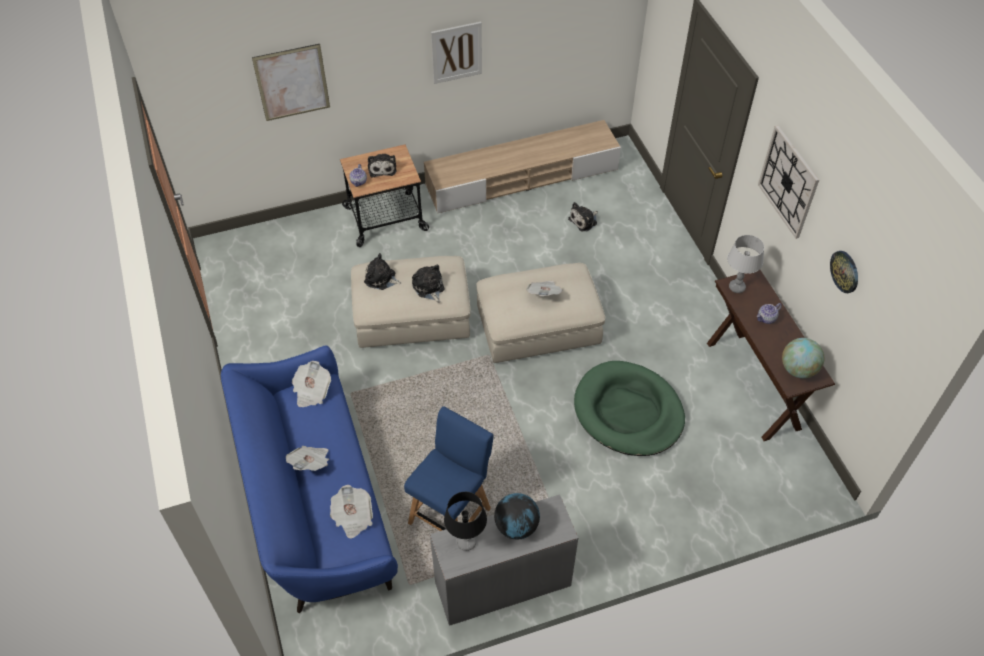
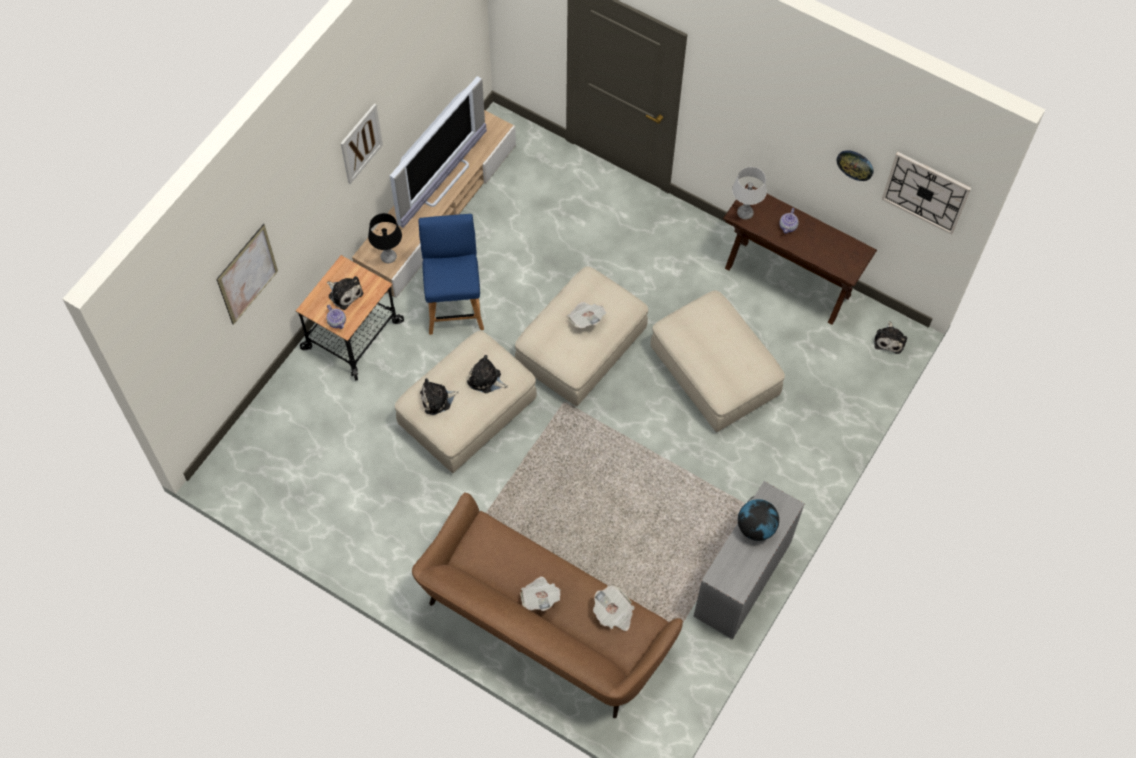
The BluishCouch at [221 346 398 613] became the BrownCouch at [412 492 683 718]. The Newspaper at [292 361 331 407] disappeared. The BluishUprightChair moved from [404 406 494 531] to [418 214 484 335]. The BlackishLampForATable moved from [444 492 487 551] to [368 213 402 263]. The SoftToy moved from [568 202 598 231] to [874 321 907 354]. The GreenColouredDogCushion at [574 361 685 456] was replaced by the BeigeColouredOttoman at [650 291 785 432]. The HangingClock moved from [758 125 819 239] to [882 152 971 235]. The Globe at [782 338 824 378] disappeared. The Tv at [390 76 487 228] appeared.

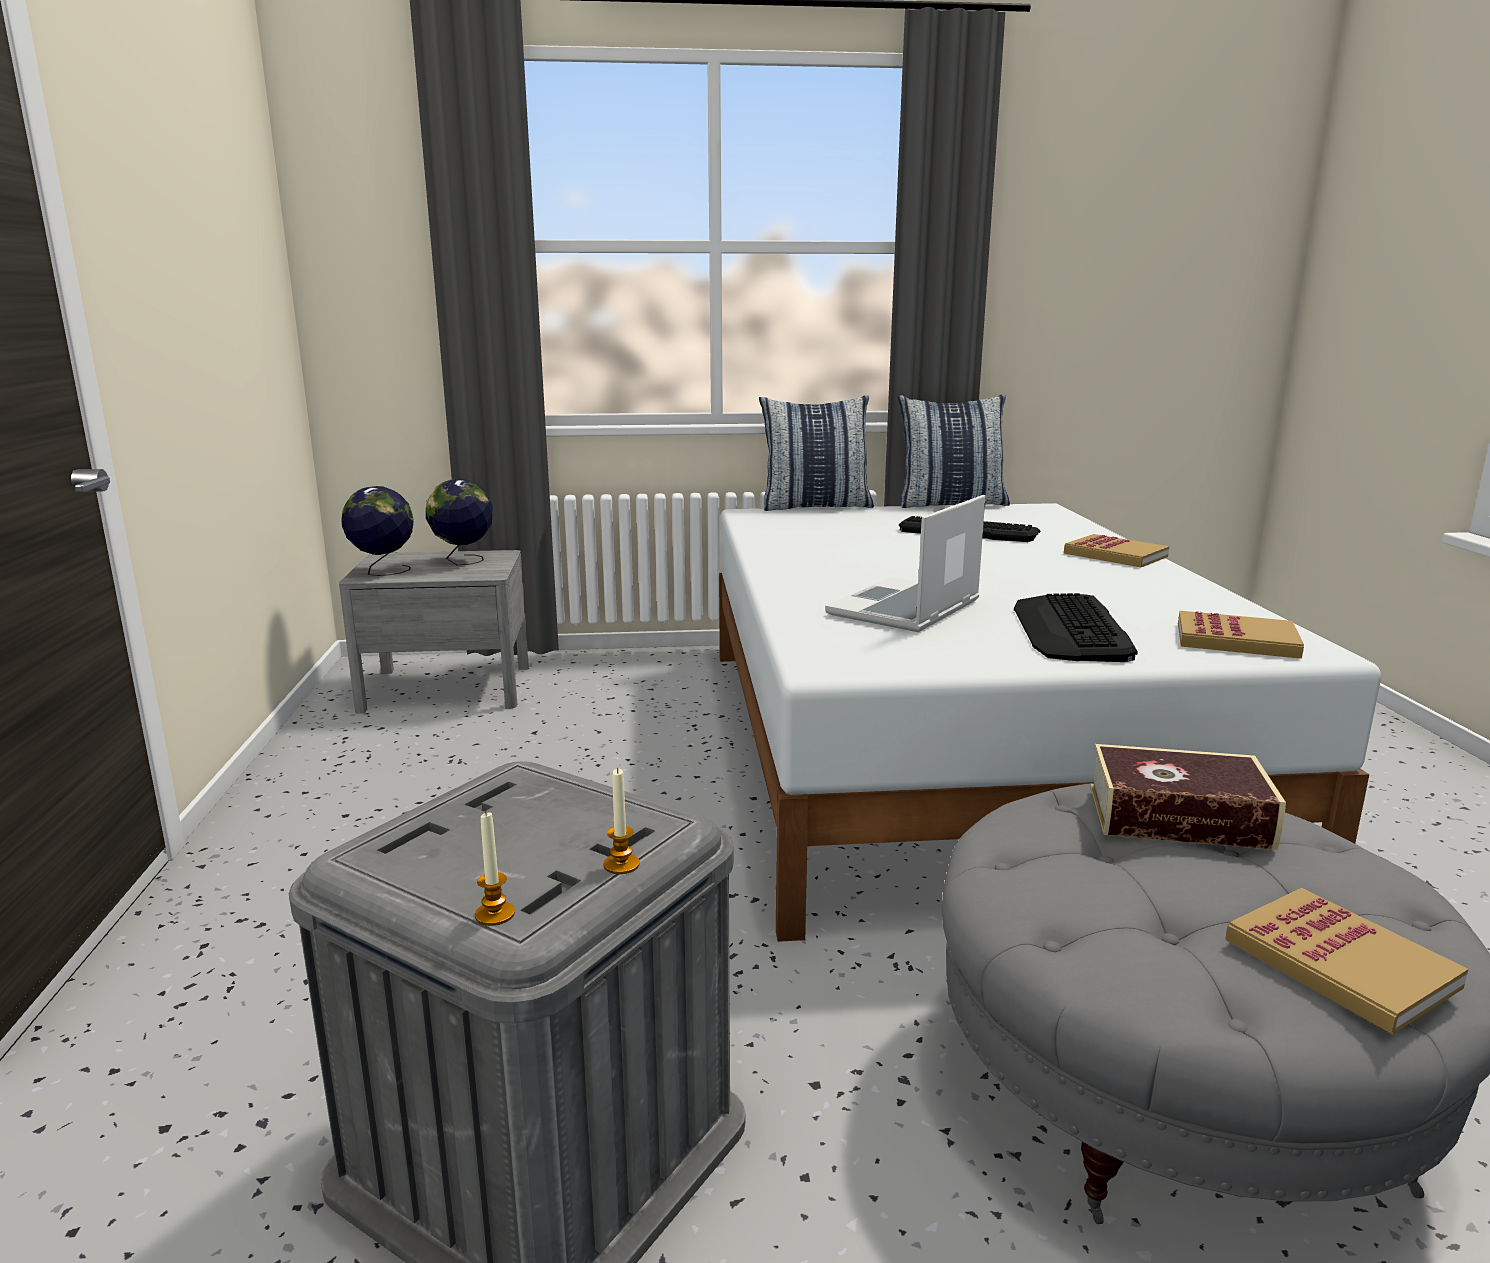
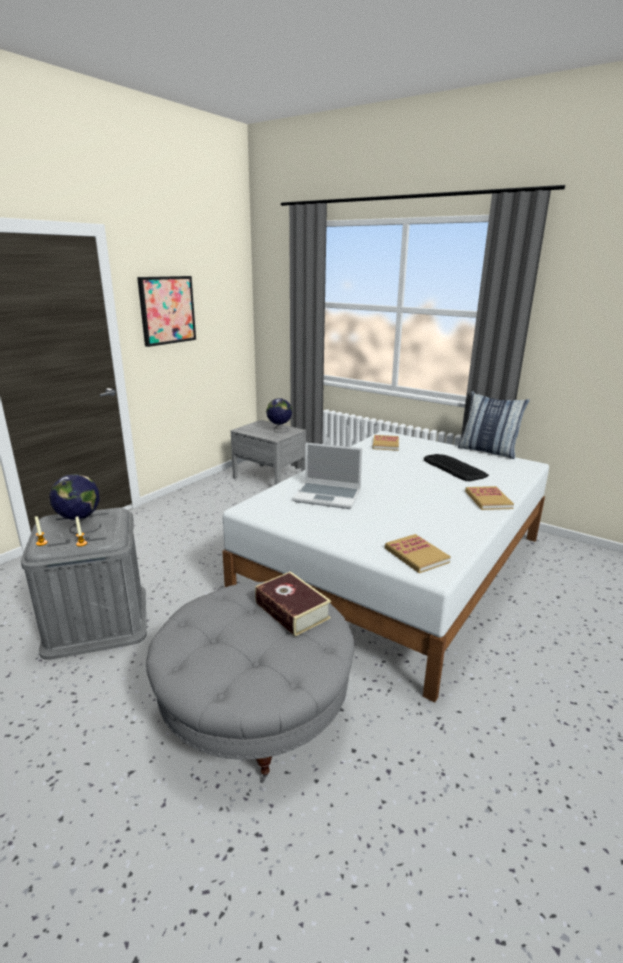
The Globe moved from [342 486 414 576] to [50 474 101 534]. The ThrowPillow at [759 395 874 511] disappeared. The NotebookComputer at [825 495 985 632] turned 150 degrees counterclockwise. The ComputerKeyboard at [1014 593 1138 662] disappeared. The Volume moved from [1225 888 1469 1034] to [373 435 399 451]. The WallPicture at [137 276 196 347] appeared.

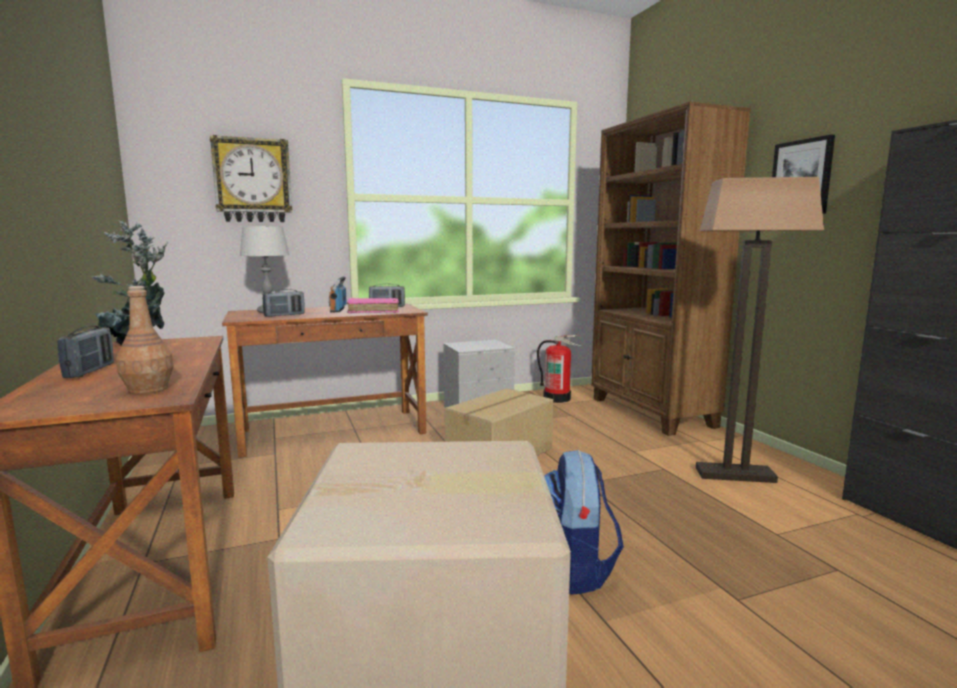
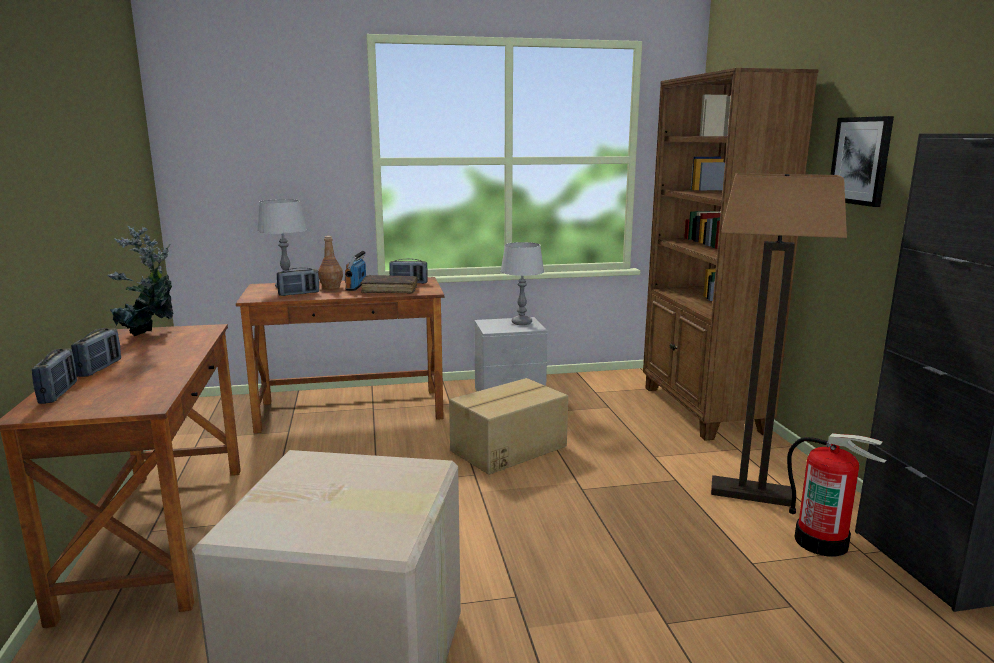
The BrownBeverageBottle moved from [116 286 174 394] to [318 236 343 289]. The HangingClock at [210 135 292 222] disappeared. The PinkishVolume at [347 298 399 313] became the BrownVolume at [361 275 417 294]. The FireFightingCylinder moved from [537 335 582 403] to [787 433 886 557]. The Knapsack at [544 450 624 595] disappeared. The Radio at [31 348 77 404] appeared. The GreyishLampForATable at [500 242 544 325] appeared.

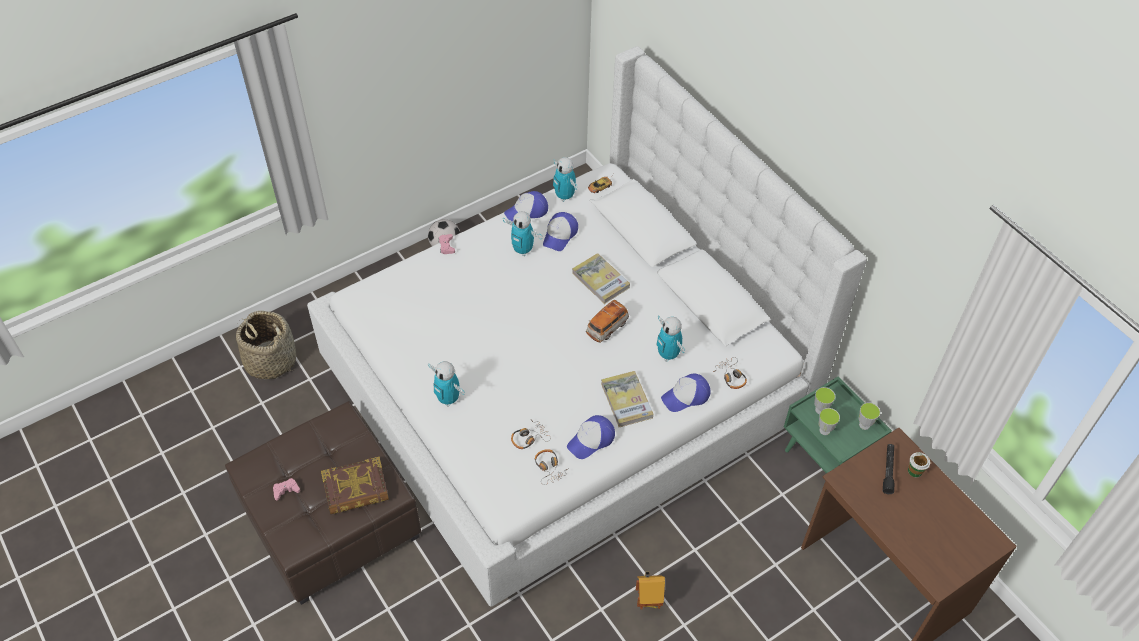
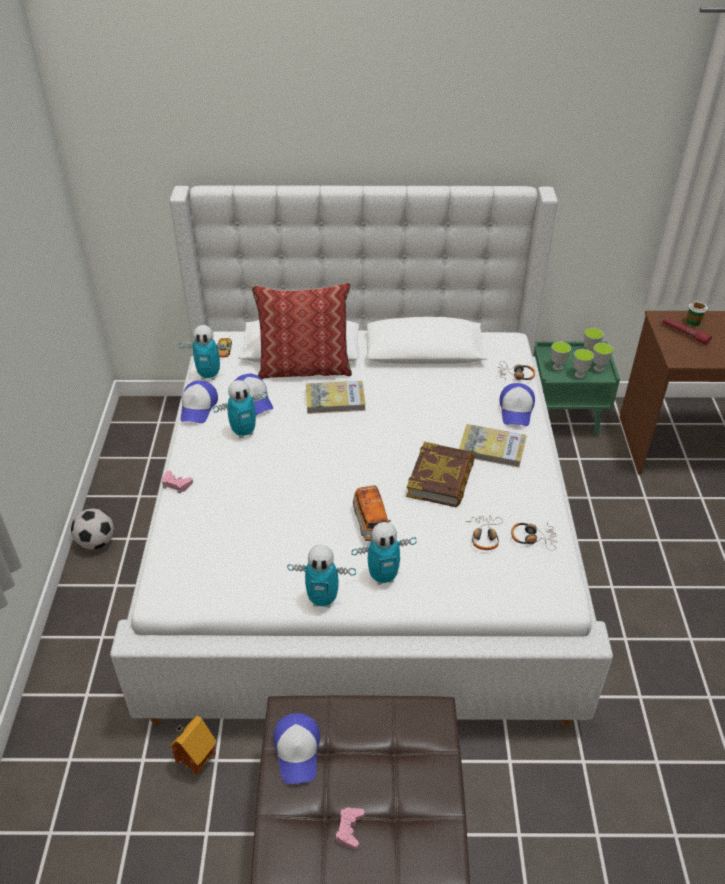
The StorageBasket at [236 311 296 380] disappeared. The Volume moved from [321 457 389 514] to [406 442 475 507]. The Cap moved from [567 415 615 459] to [274 713 320 784]. The ToyCar moved from [586 300 629 343] to [353 485 391 541]. The ToyHouse moved from [636 571 665 609] to [169 716 217 776]. The ToyRobot moved from [656 315 685 362] to [287 545 356 608]. The BlackishHandTorch at [883 444 895 494] became the RedHandTorch at [663 317 712 346]. The ThrowPillow at [251 282 352 379] appeared. The Cup at [593 343 613 372] appeared.

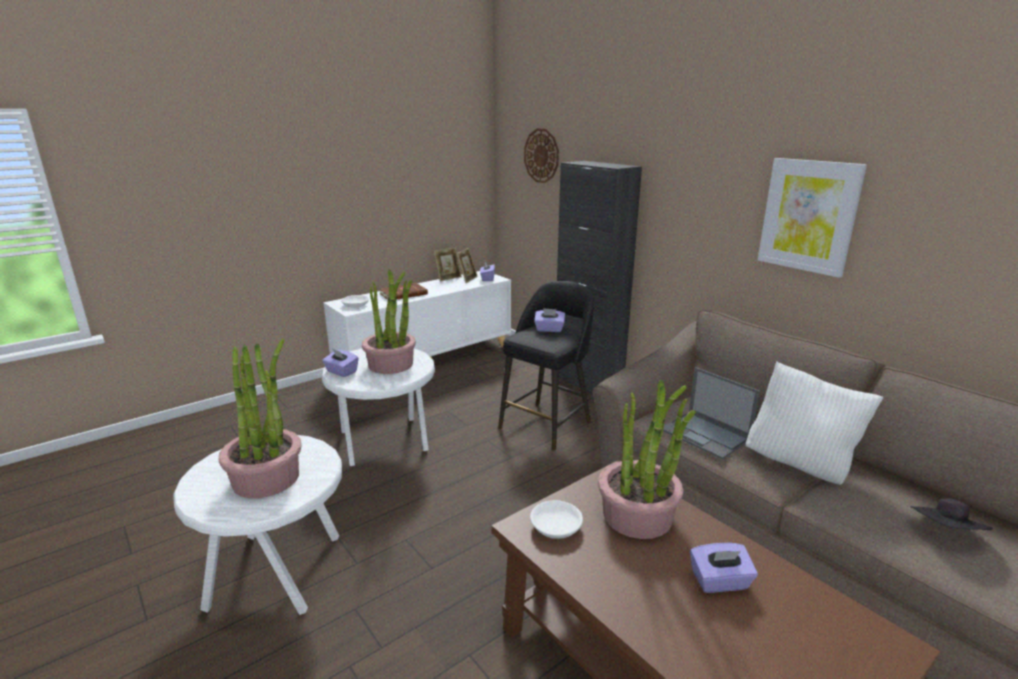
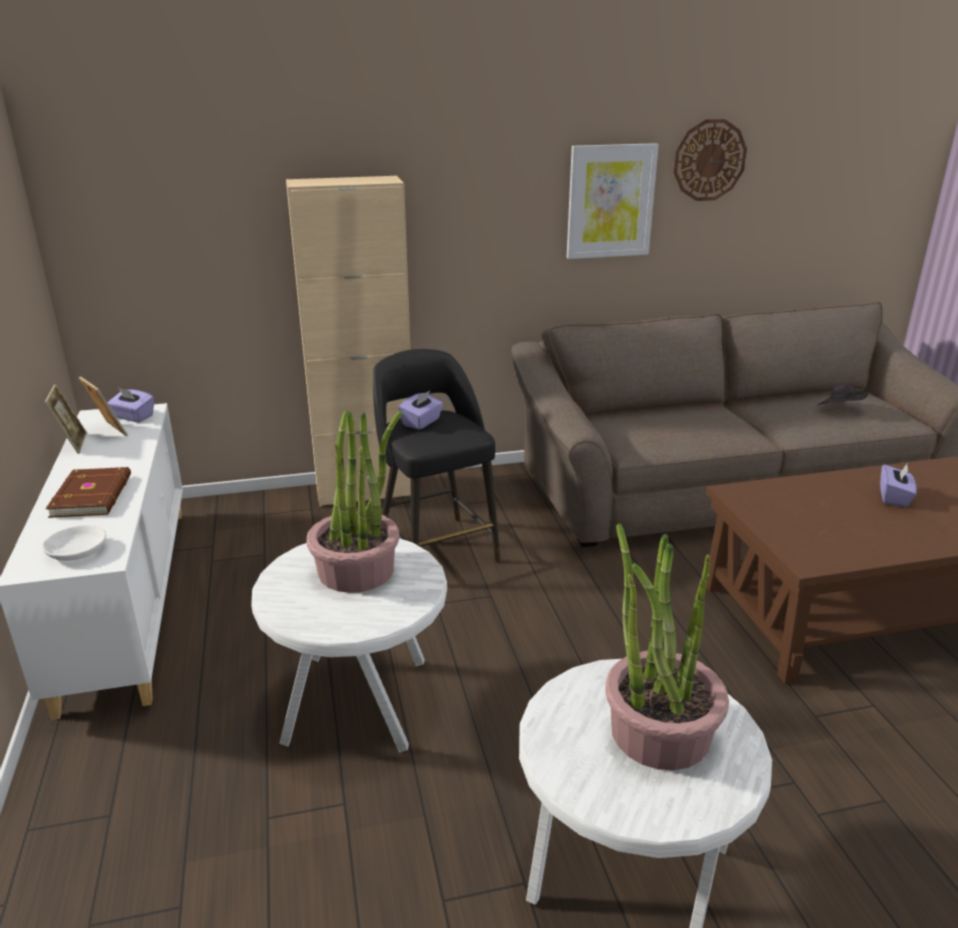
The PurpleTissueBox at [322 349 358 377] disappeared. The HangingClock moved from [524 128 559 183] to [673 119 747 201]. The WhitishDeepDish at [530 500 583 539] disappeared. The BlackishCabinet at [557 161 642 395] became the BeigeColouredCabinet at [286 176 411 507]. The PlantInAPot at [598 380 696 539] disappeared. The NotebookComputer at [663 367 760 459] disappeared. The WhitishThrowPillow at [746 361 883 485] disappeared.

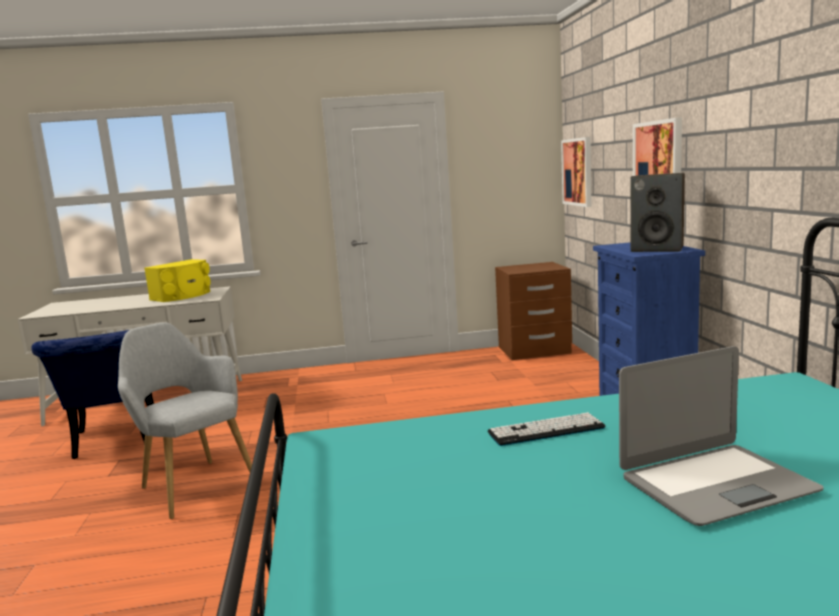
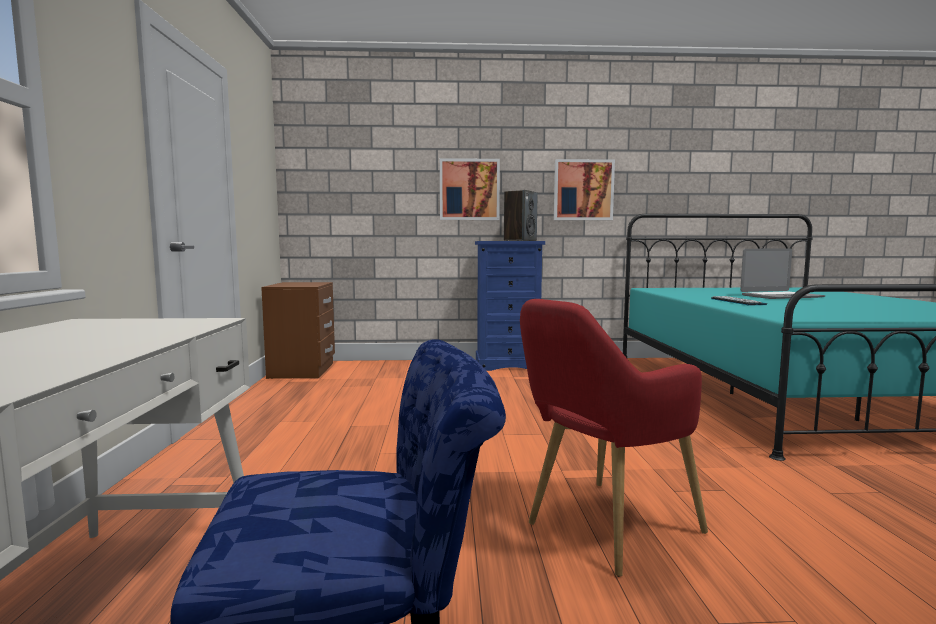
The GreyishEasyChair at [118 322 252 519] became the RedEasyChair at [520 299 708 577]. The YellowColouredSpeaker at [144 259 211 302] disappeared. The WallPicture moved from [561 137 592 207] to [554 159 615 220]. The NotebookComputer at [619 346 824 526] turned 90 degrees clockwise.

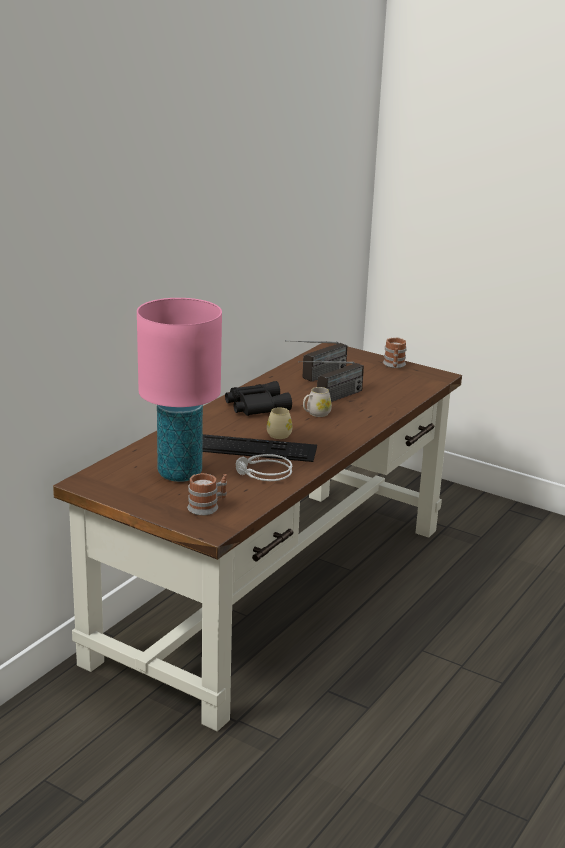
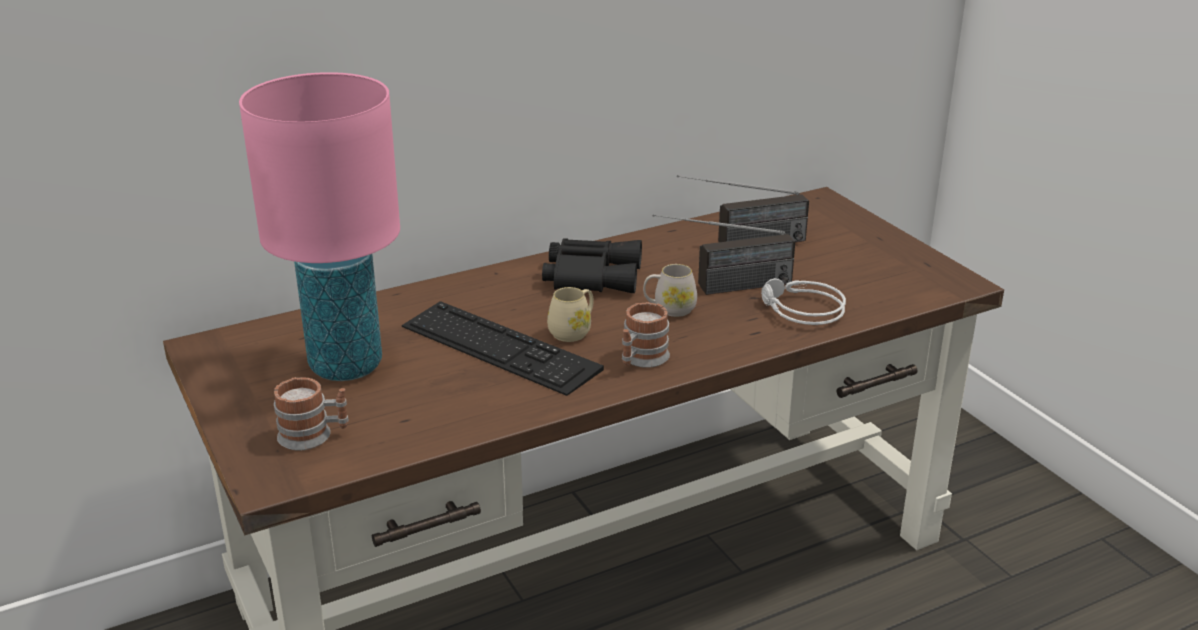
The GreyishPairOfHeadphones moved from [236 454 292 481] to [761 278 846 325]. The CoffeeMug moved from [383 337 407 368] to [622 302 670 368].

